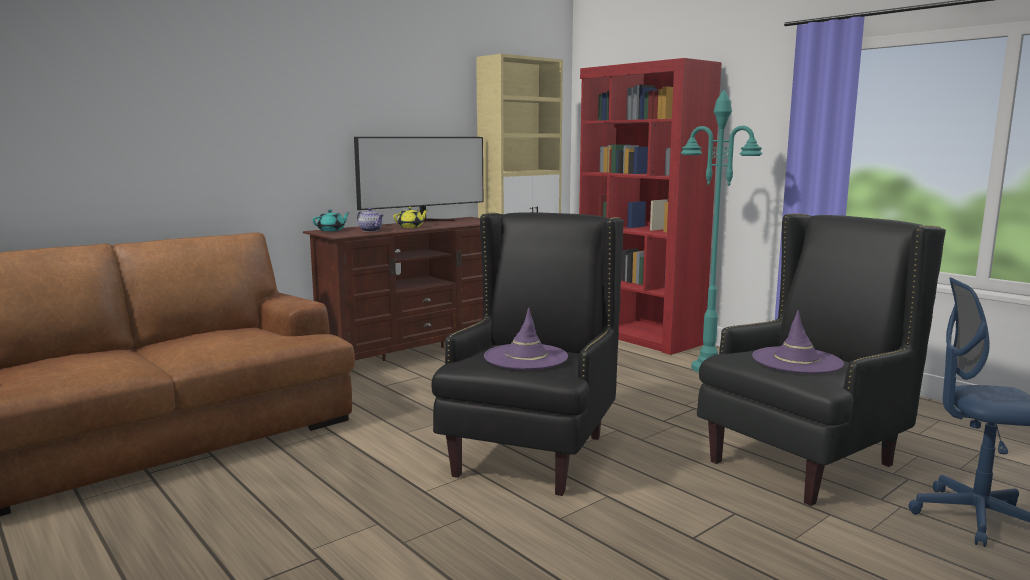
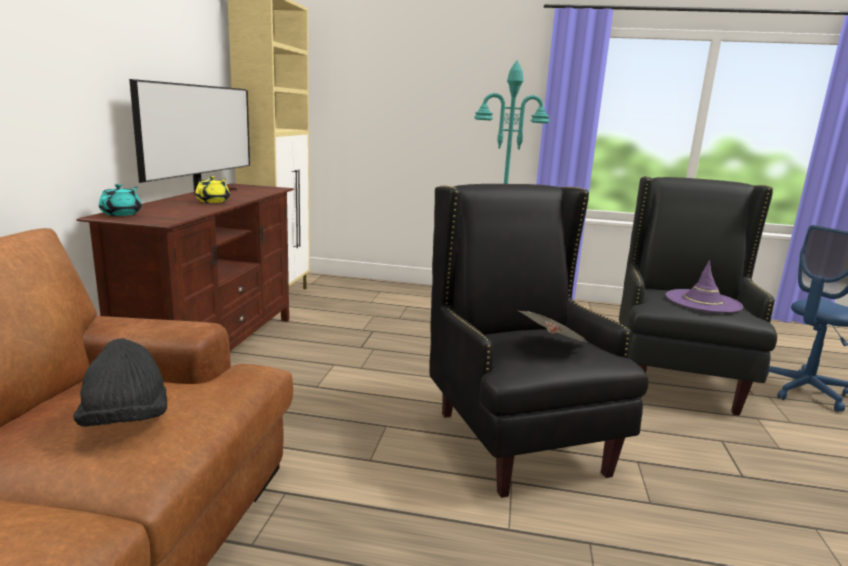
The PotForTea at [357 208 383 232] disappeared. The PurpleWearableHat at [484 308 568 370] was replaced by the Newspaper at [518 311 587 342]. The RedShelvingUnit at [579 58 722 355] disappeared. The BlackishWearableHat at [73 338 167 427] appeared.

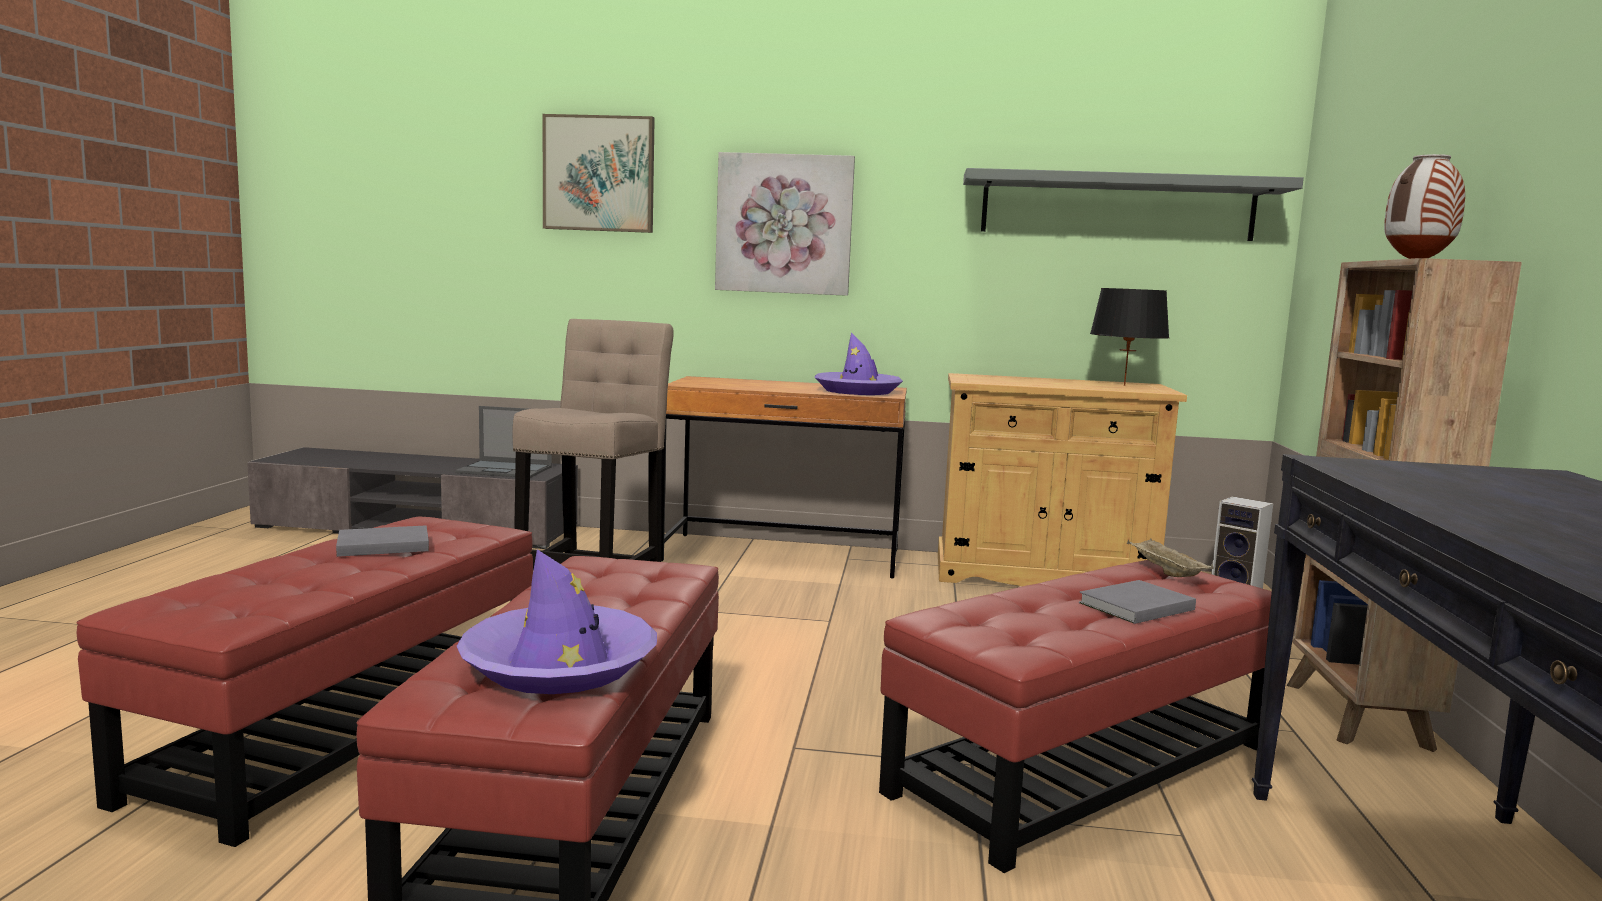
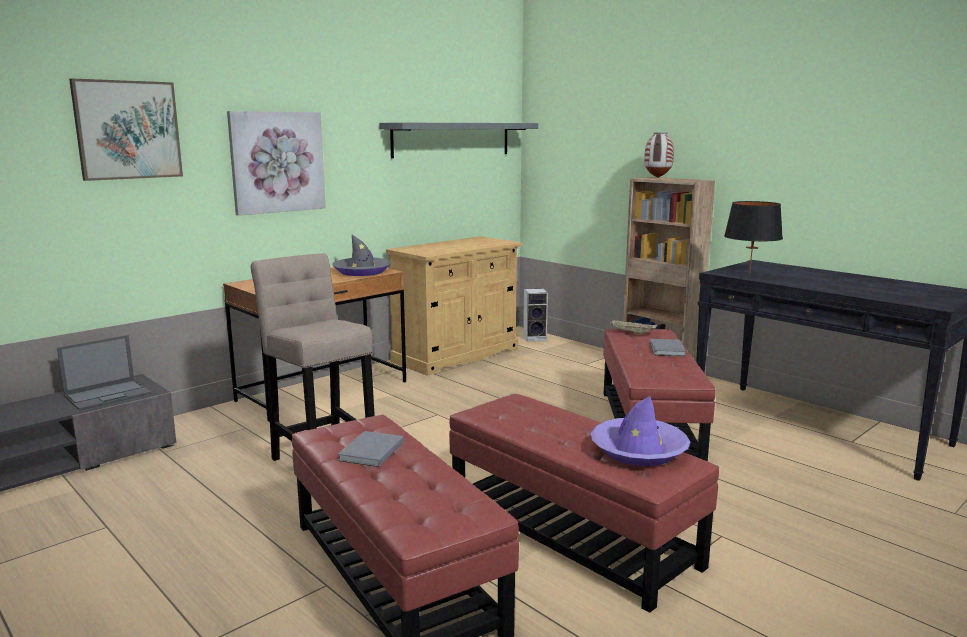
The PurpleWearableHat at [814 332 903 395] became the GreyishWearableHat at [332 235 391 276]. The BlackishLampForATable moved from [1090 288 1169 386] to [724 201 783 273].

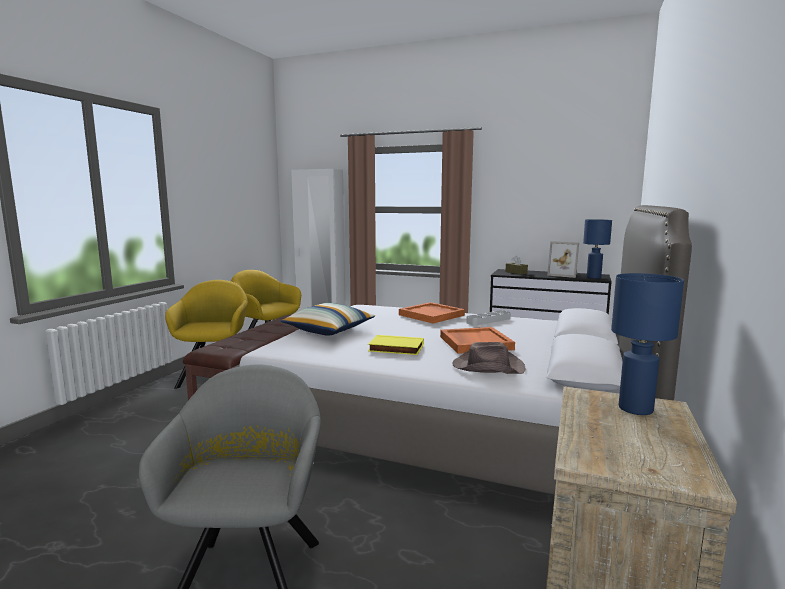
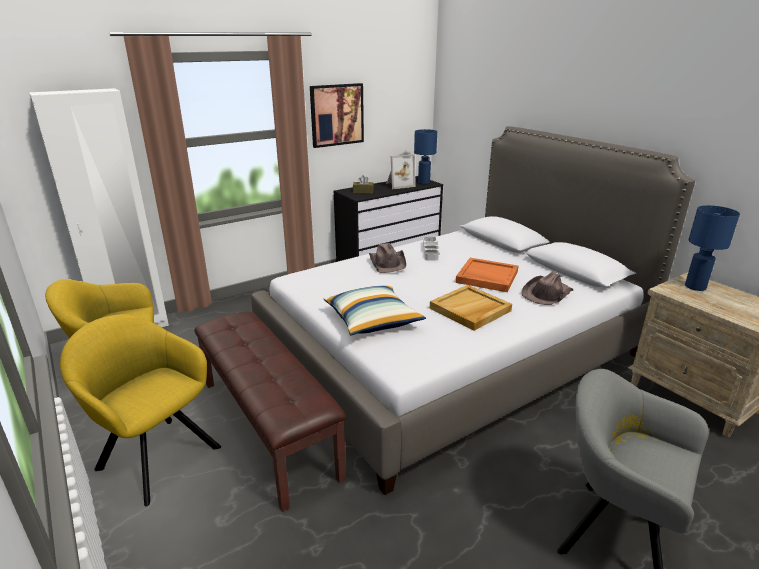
The YellowColouredVolume at [368 335 424 355] was replaced by the BeigeColouredTray at [430 285 512 331]. The OrangeColouredTray at [399 302 465 324] was replaced by the BrownWearableHat at [369 243 406 273]. The WallPicture at [310 83 364 148] appeared.

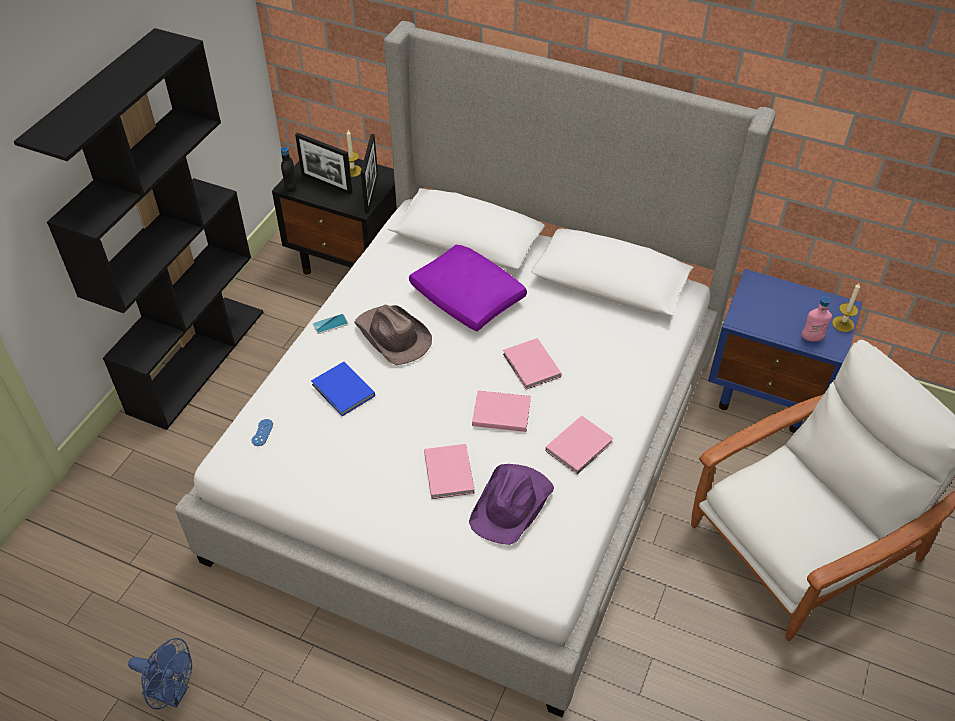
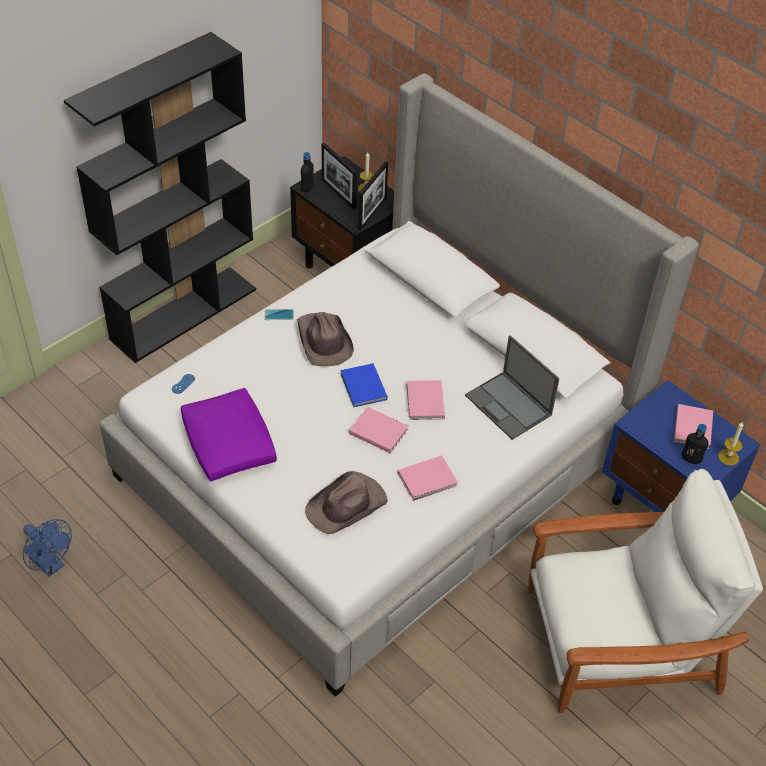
The BluishVolume moved from [311 362 375 416] to [341 363 387 407]. The PurpleThrowPillow moved from [409 245 527 331] to [181 388 277 482]. The PinkishVolume moved from [424 444 475 499] to [674 404 713 449]. The PurpleWearableHat at [469 464 554 545] became the BrownWearableHat at [305 471 388 534]. The PinkishBeverageBottle at [802 297 832 342] became the BlackishBeverageBottle at [682 424 709 464]. The NotebookComputer at [465 335 560 440] appeared.

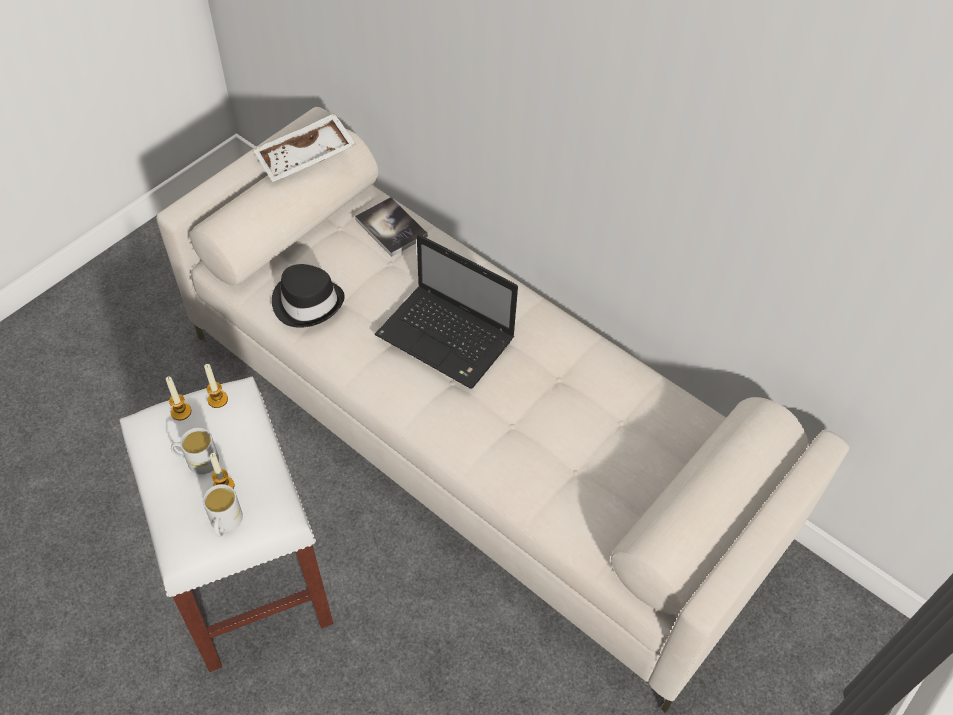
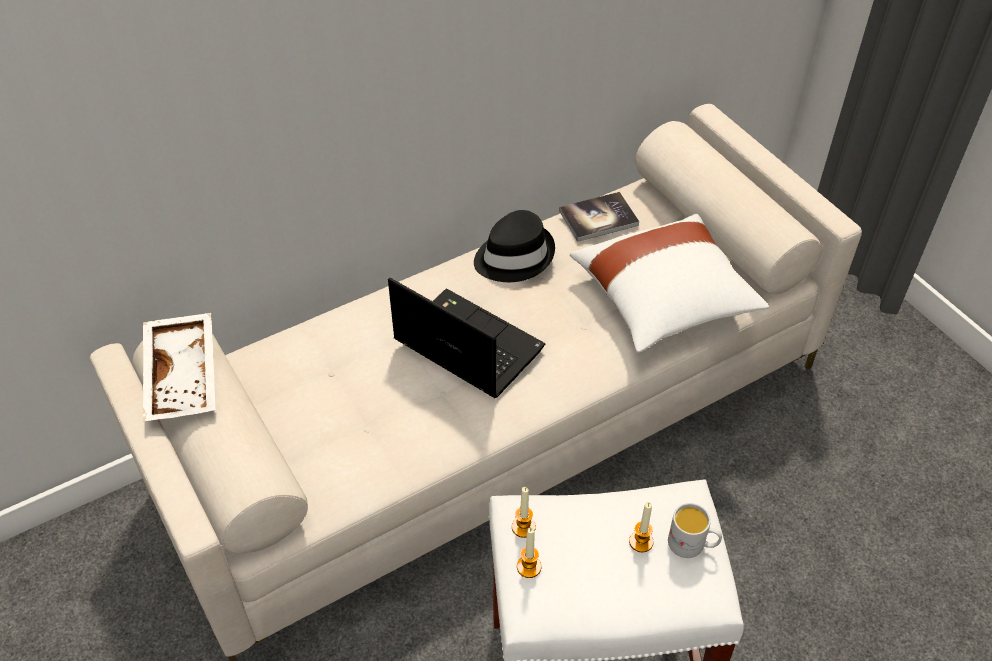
The WhitishCoffeeMug at [171 428 219 474] disappeared. The BlackishWearableHat moved from [272 264 345 328] to [474 210 555 282]. The Volume moved from [355 197 428 257] to [559 192 639 242]. The NotebookComputer at [375 234 518 389] turned 105 degrees counterclockwise. The WhitishThrowPillow at [570 214 769 353] appeared.

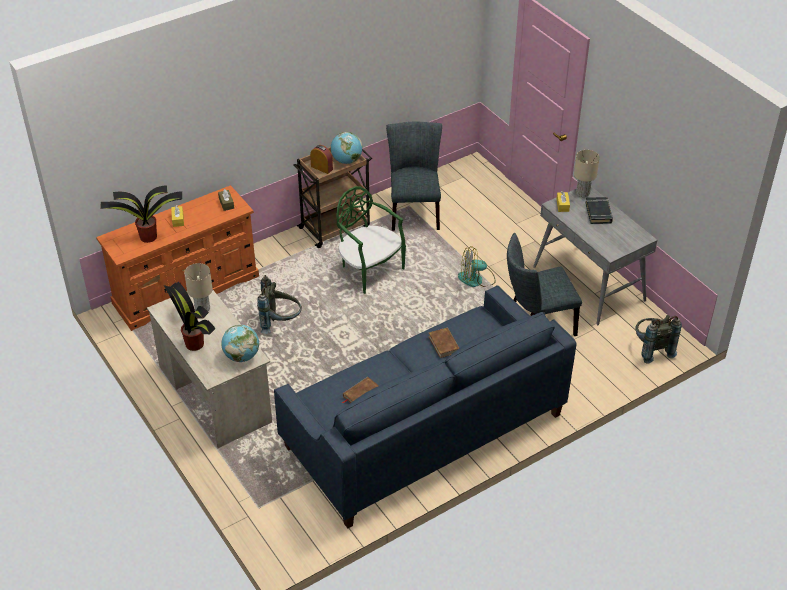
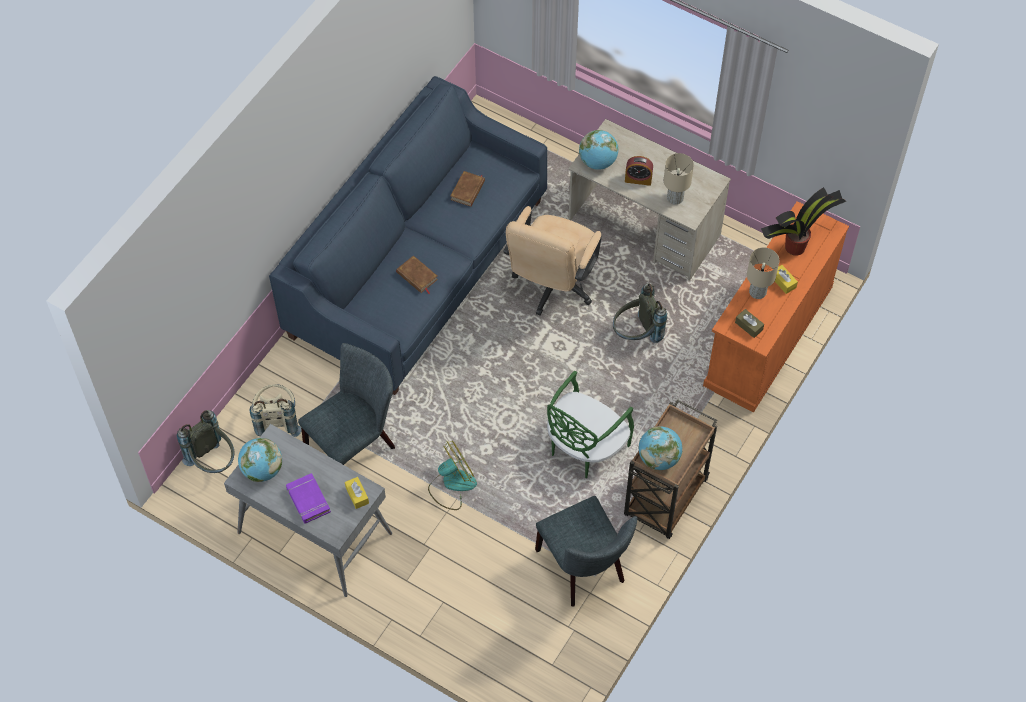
The PlantInAPot at [164 281 215 351] disappeared. The TableClock moved from [310 145 333 174] to [625 156 653 186]. The GreenColouredUprightChair at [336 186 406 294] turned 105 degrees clockwise. The BeigeColouredLampForATable moved from [574 150 600 197] to [747 247 779 299]. The BlackishVolume at [585 197 613 224] became the PurpleVolume at [286 473 331 524]. The Globe at [238 438 282 482] appeared. The BeigeColouredKnapsack at [250 384 301 437] appeared. The BeigeColouredComputerChair at [503 206 602 316] appeared.

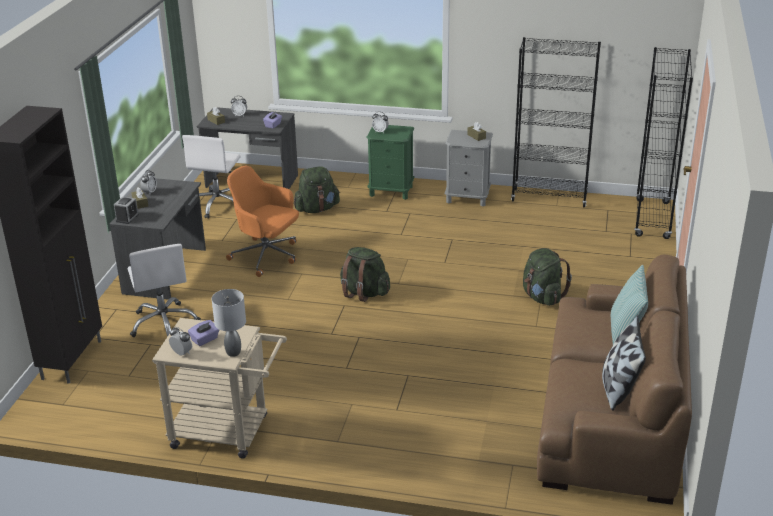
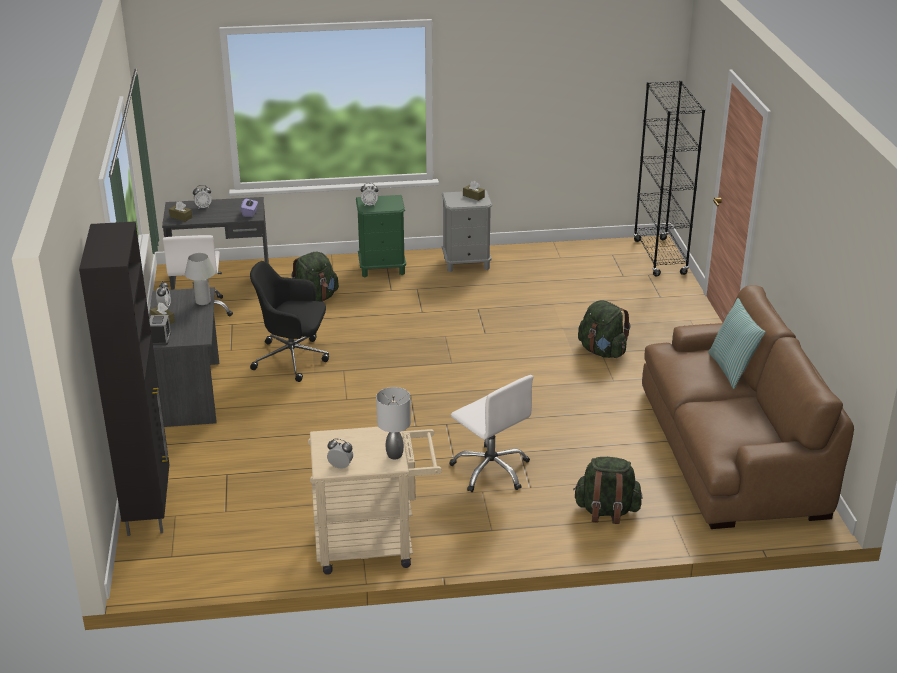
The WhitishComputerChair moved from [128 244 201 337] to [449 375 533 492]. The PurpleTissueBox at [188 320 219 346] disappeared. The OrangeColouredComputerChair at [226 165 299 277] became the BlackishComputerChair at [250 261 329 382]. The GreenColouredKnapsack moved from [340 247 390 302] to [573 457 642 524]. The BlackishShelvingUnit at [511 37 601 208] disappeared. The ThrowPillow at [602 316 646 411] disappeared. The WhitishLampForATable at [185 253 215 305] appeared.

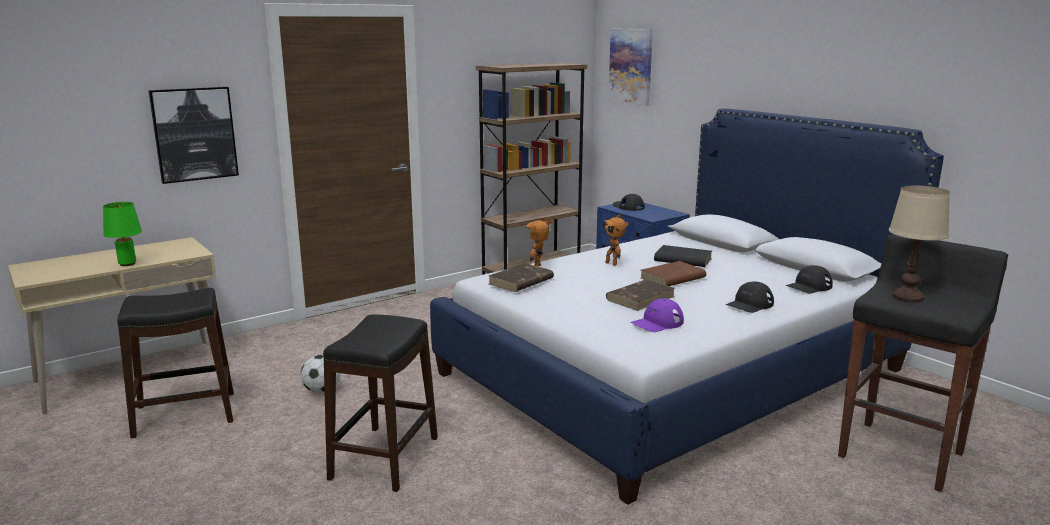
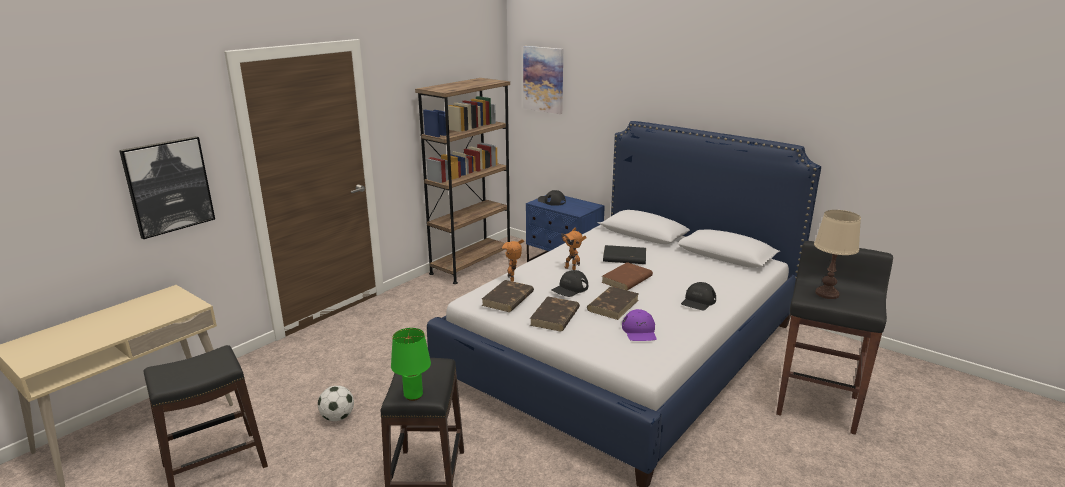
The GreenColouredLampForATable moved from [103 202 142 266] to [391 328 431 401]. The PurpleCap at [631 299 684 332] turned 45 degrees counterclockwise. The BlackishCap moved from [785 265 833 294] to [552 270 588 297]. The BrownVolume at [530 296 580 332] appeared.

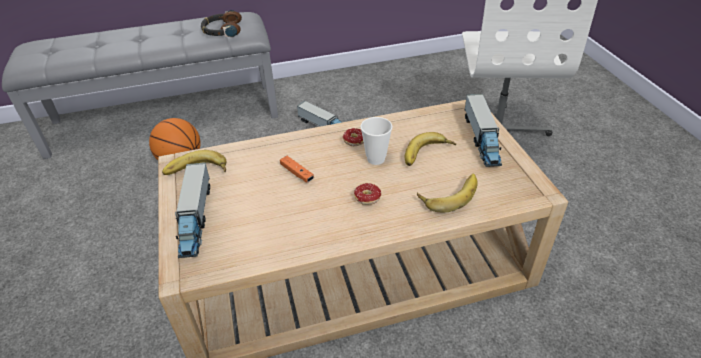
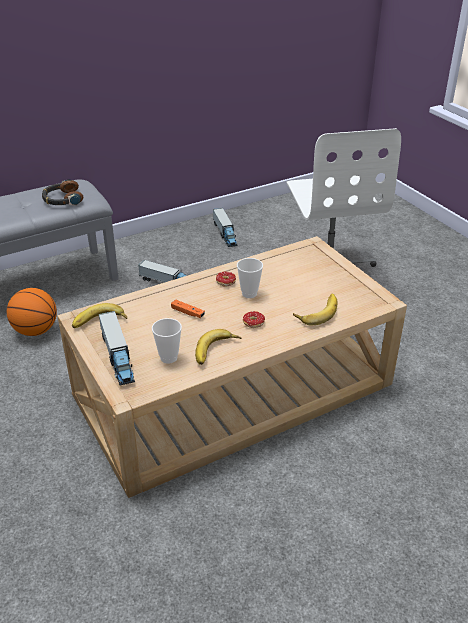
The BananaFruit moved from [405 132 456 166] to [195 329 242 365]. The ModelTruck moved from [465 94 502 167] to [213 208 238 247]. The Cup at [152 318 182 364] appeared.

